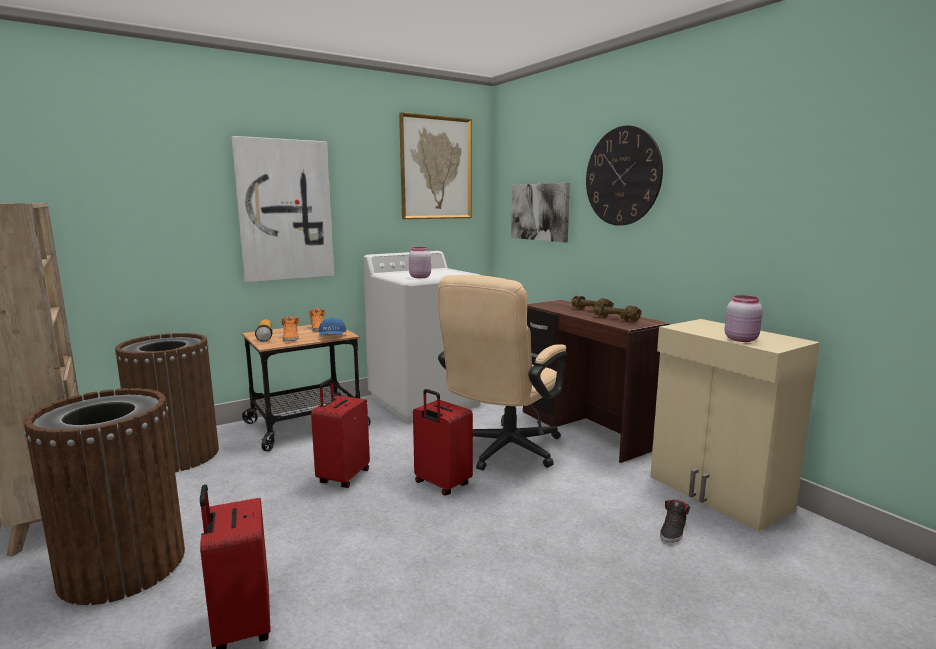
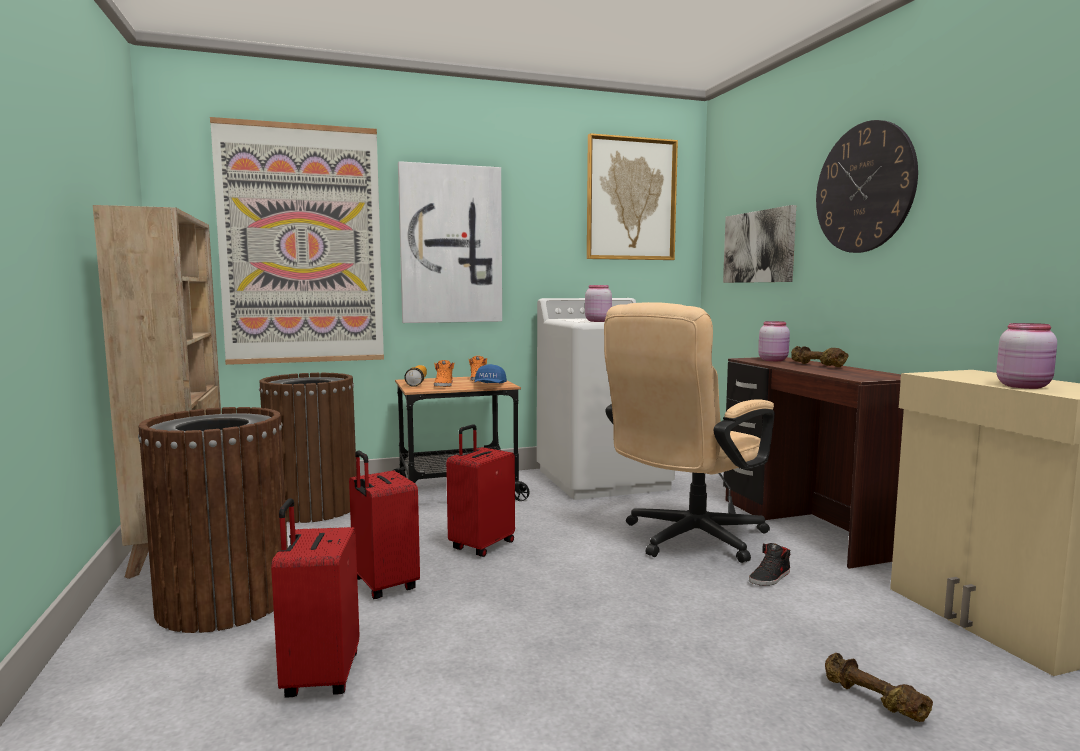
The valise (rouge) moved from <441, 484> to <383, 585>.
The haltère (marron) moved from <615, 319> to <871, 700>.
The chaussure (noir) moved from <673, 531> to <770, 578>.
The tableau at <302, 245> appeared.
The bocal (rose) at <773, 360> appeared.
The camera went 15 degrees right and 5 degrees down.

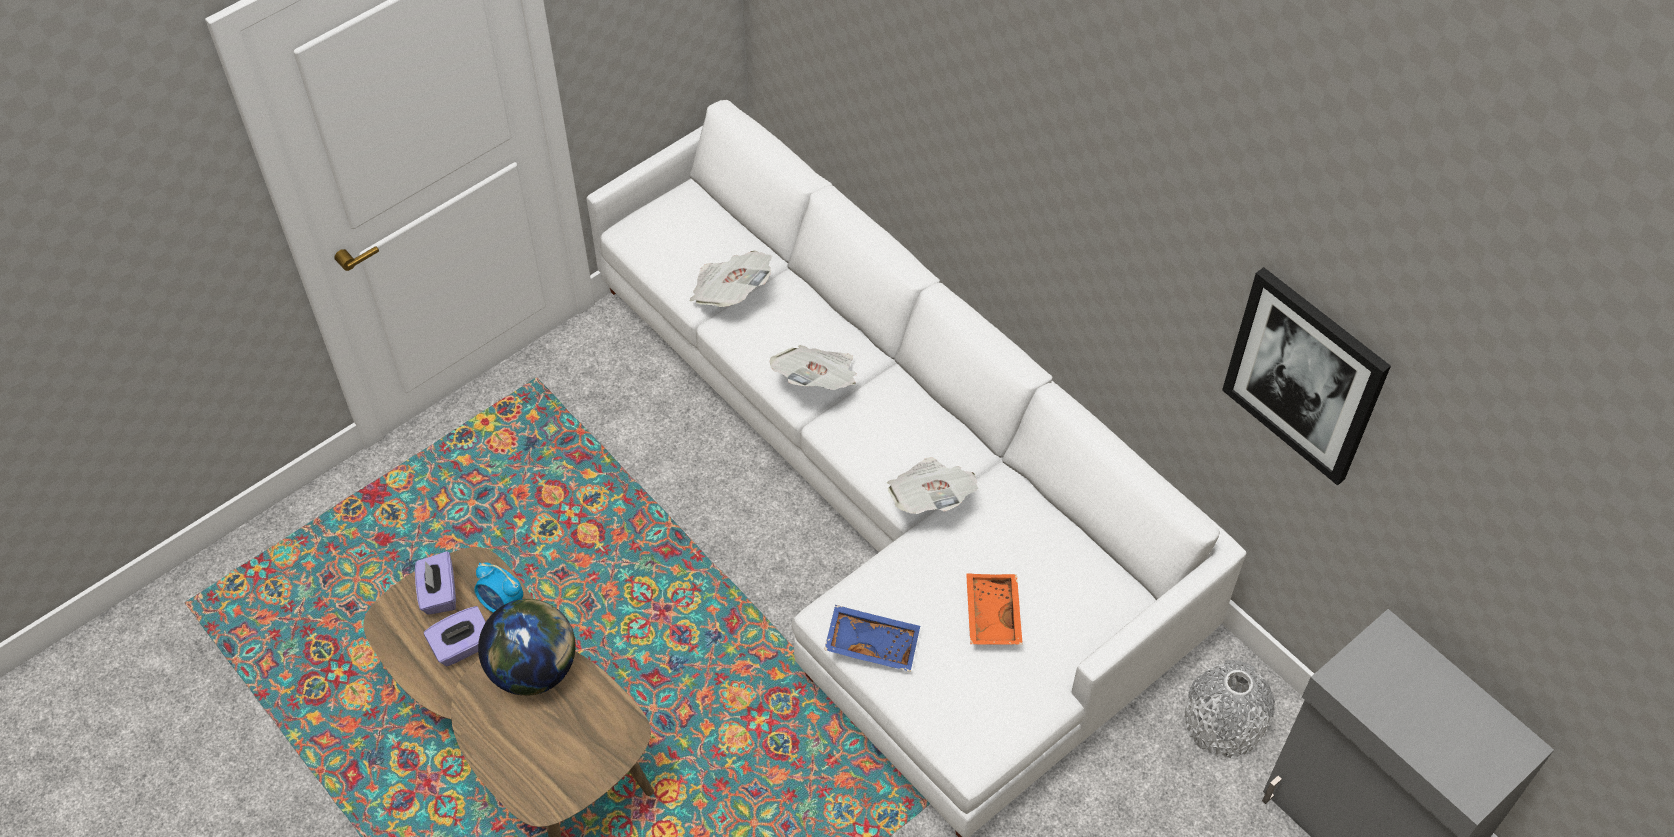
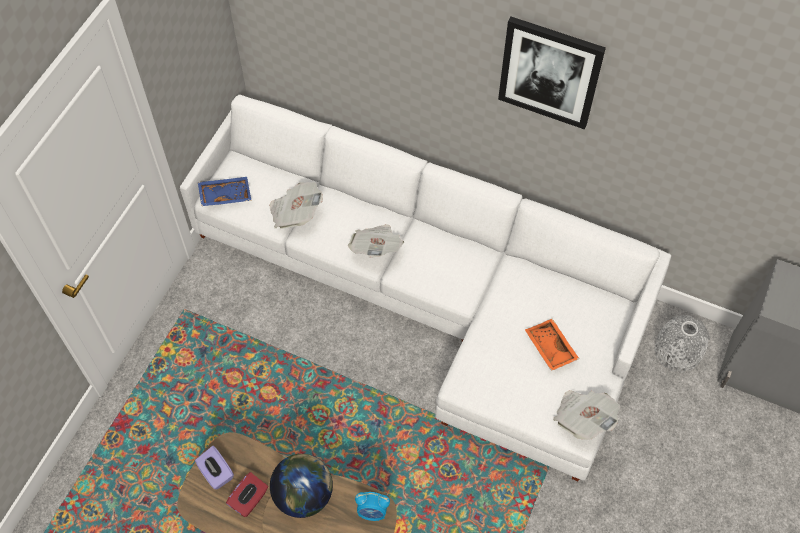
The boîte à mouchoirs (violet) at <462, 647> became the boîte à mouchoirs (rouge) at <249, 500>.
The réveil moved from <502, 603> to <372, 511>.
The plateau (bleu) moved from <872, 642> to <225, 194>.
The journal moved from <930, 498> to <583, 418>.
The tableau moved from <1305, 375> to <550, 72>.
The camera went 25 degrees left and 5 degrees up.

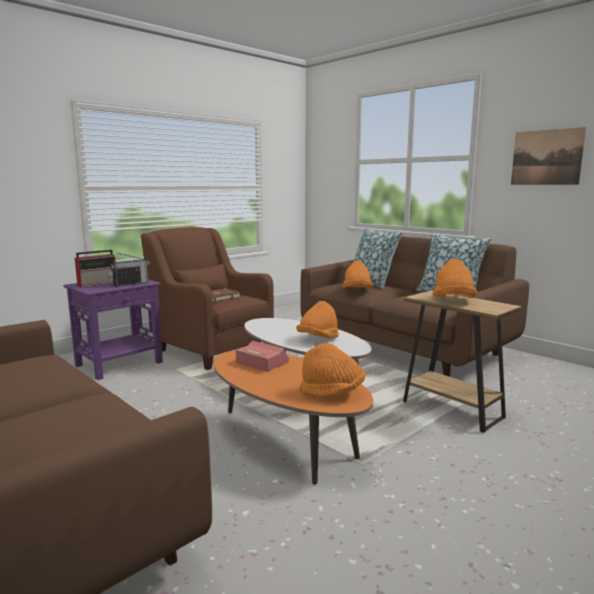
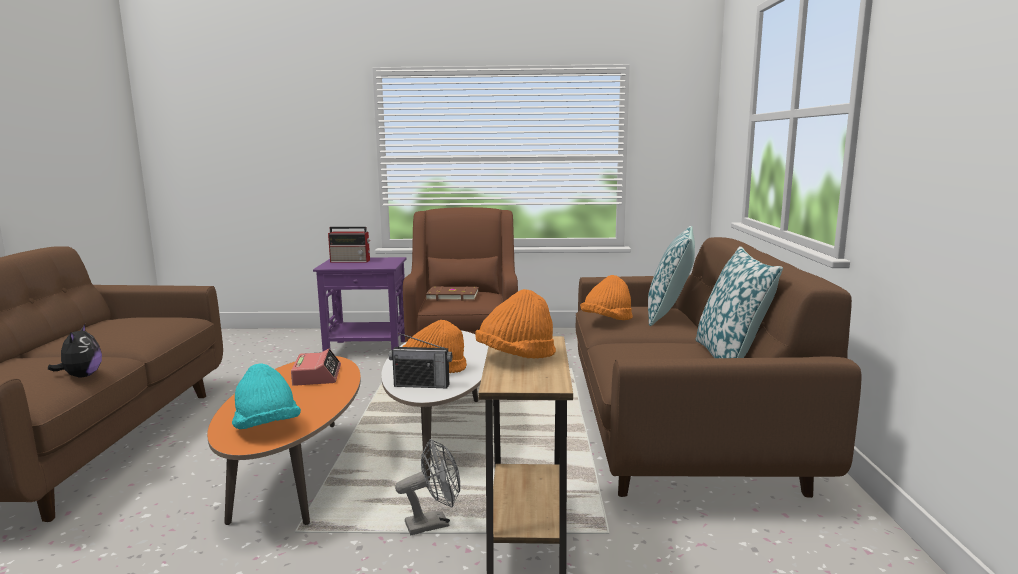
The radio moved from <131, 284> to <422, 385>.
The chapeau (orange) at <332, 393> became the chapeau (turquoise) at <267, 427>.
The tableau at <546, 157> disappeared.
The peluche at <81, 376> appeared.
The ventilateur (gris) at <434, 523> appeared.
The camera went 45 degrees right and 0 degrees up.

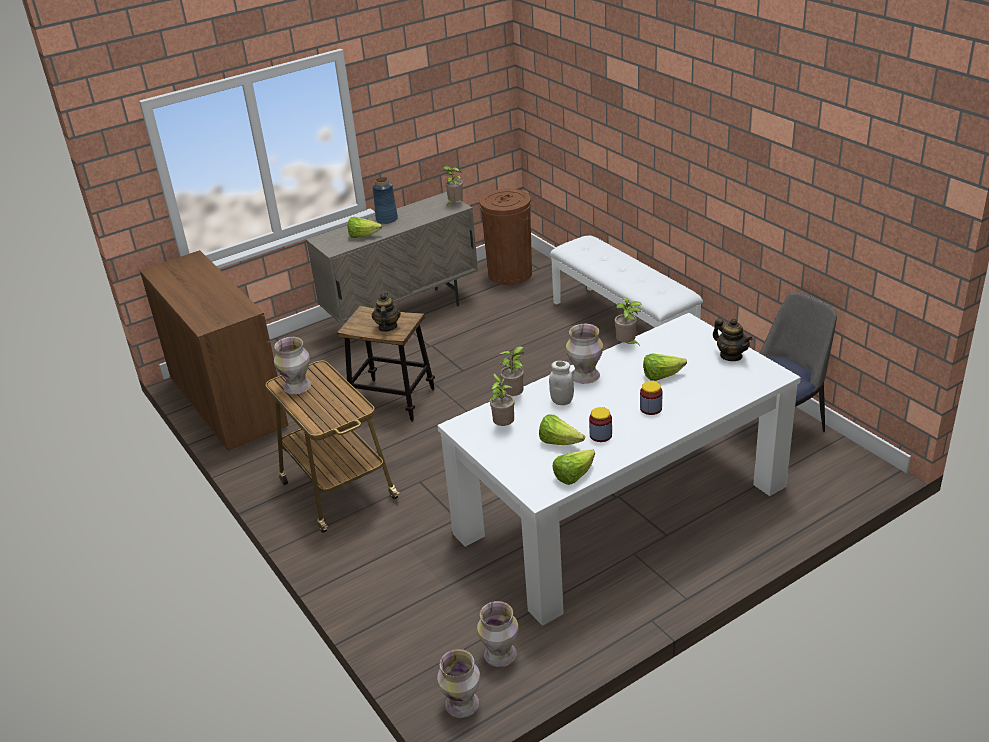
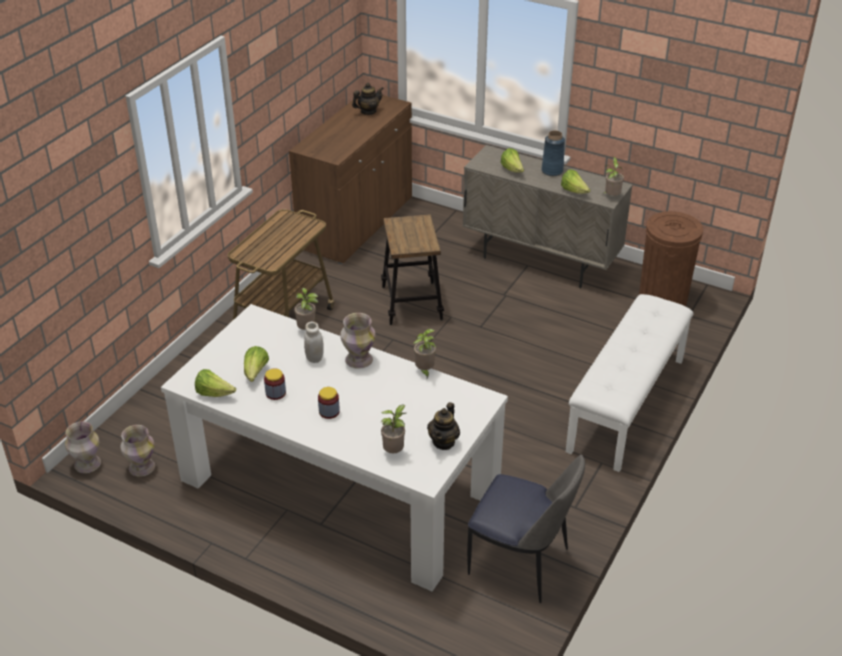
The vase at <297, 387> disappeared.
The théière moved from <387, 327> to <368, 111>.
The plante en pot moved from <503, 426> to <394, 451>.
The laitue moved from <661, 376> to <574, 191>.
The camera went 60 degrees right and 5 degrees up.

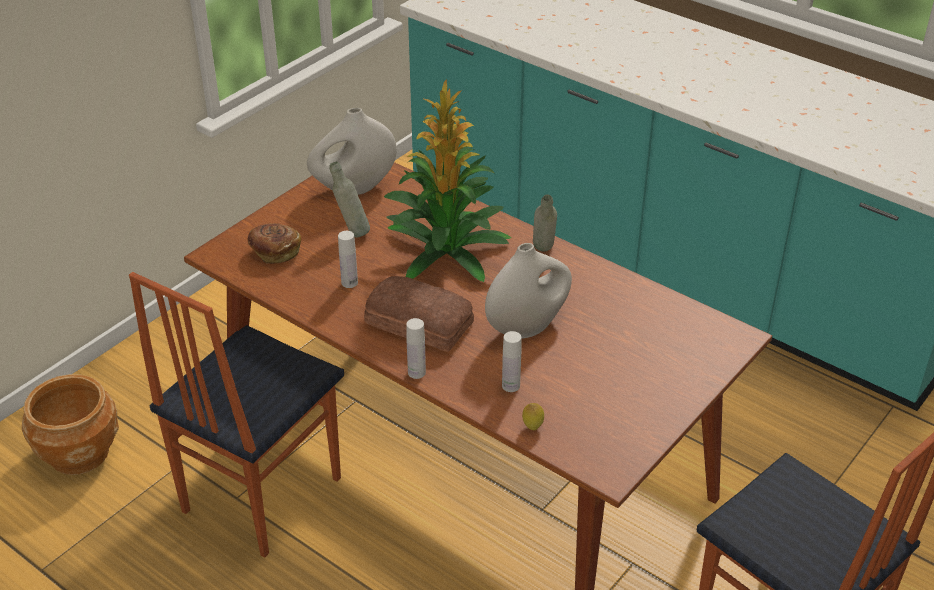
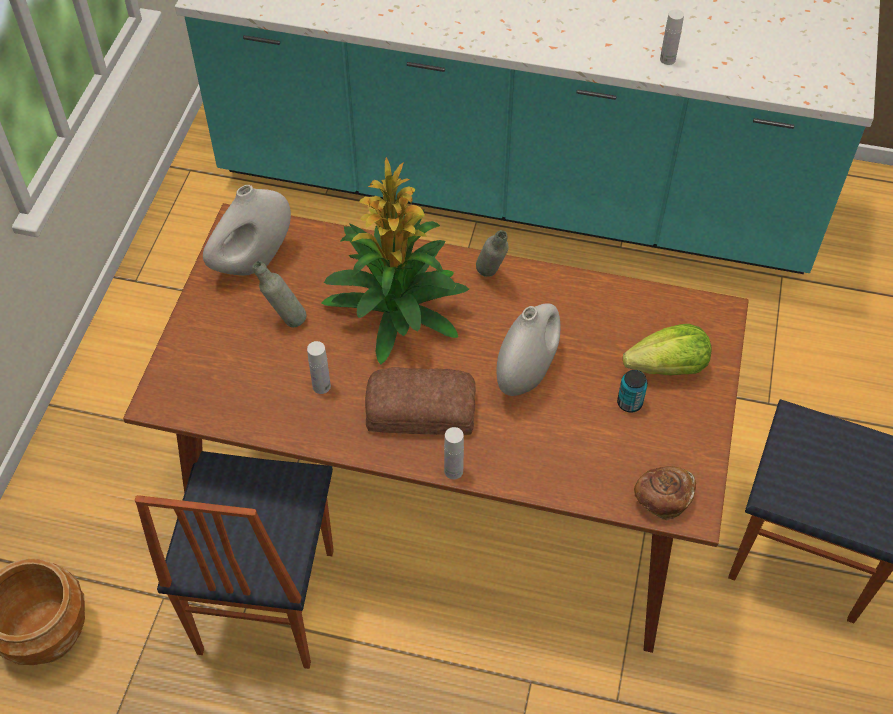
The pain moved from <275, 252> to <662, 499>.
The bouteille (blanc) moved from <511, 386> to <667, 59>.
The citron at <532, 426> disappeared.
The boîte métallique at <629, 403> appeared.
The laitue at <668, 368> appeared.
The camera went 25 degrees left and 15 degrees up.

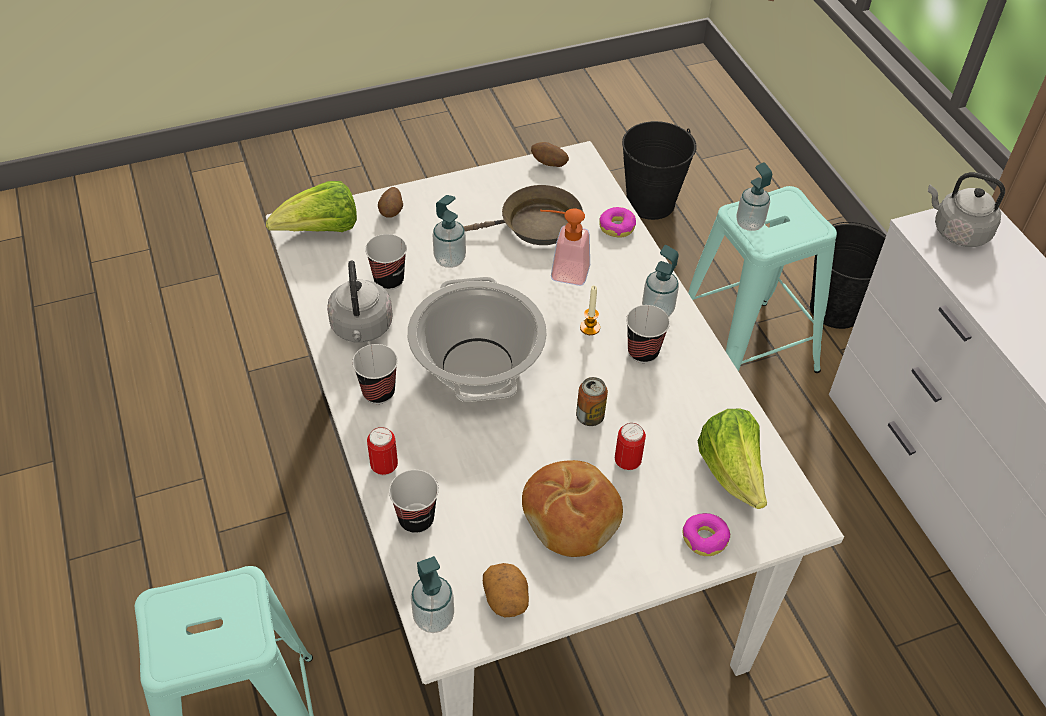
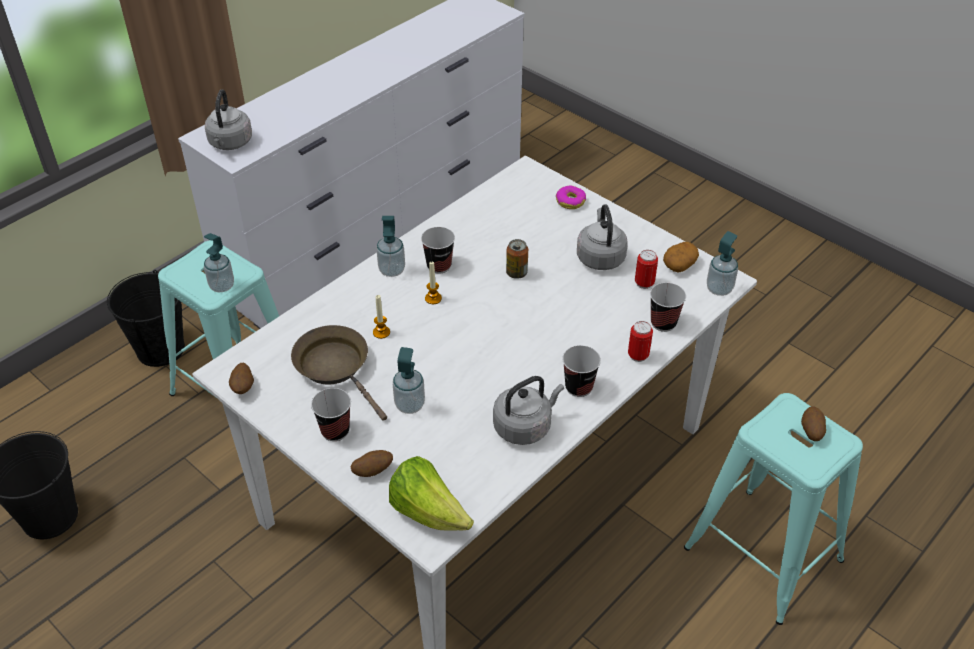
The tasse moved from <389, 280> to <335, 431>.
The marmite at <476, 365> disappeared.
The pain at <572, 515> was replaced by the bouilloire (gris) at <600, 257>.
The distributeur de savon at <562, 271> was replaced by the bougie at <381, 332>.
The beignet at <617, 227> disappeared.
The boîte métallique moved from <627, 462> to <644, 283>.
The laitue at <732, 472> disappeared.
The pomme de terre at <811, 431> appeared.
The camera went 115 degrees left and 5 degrees down.

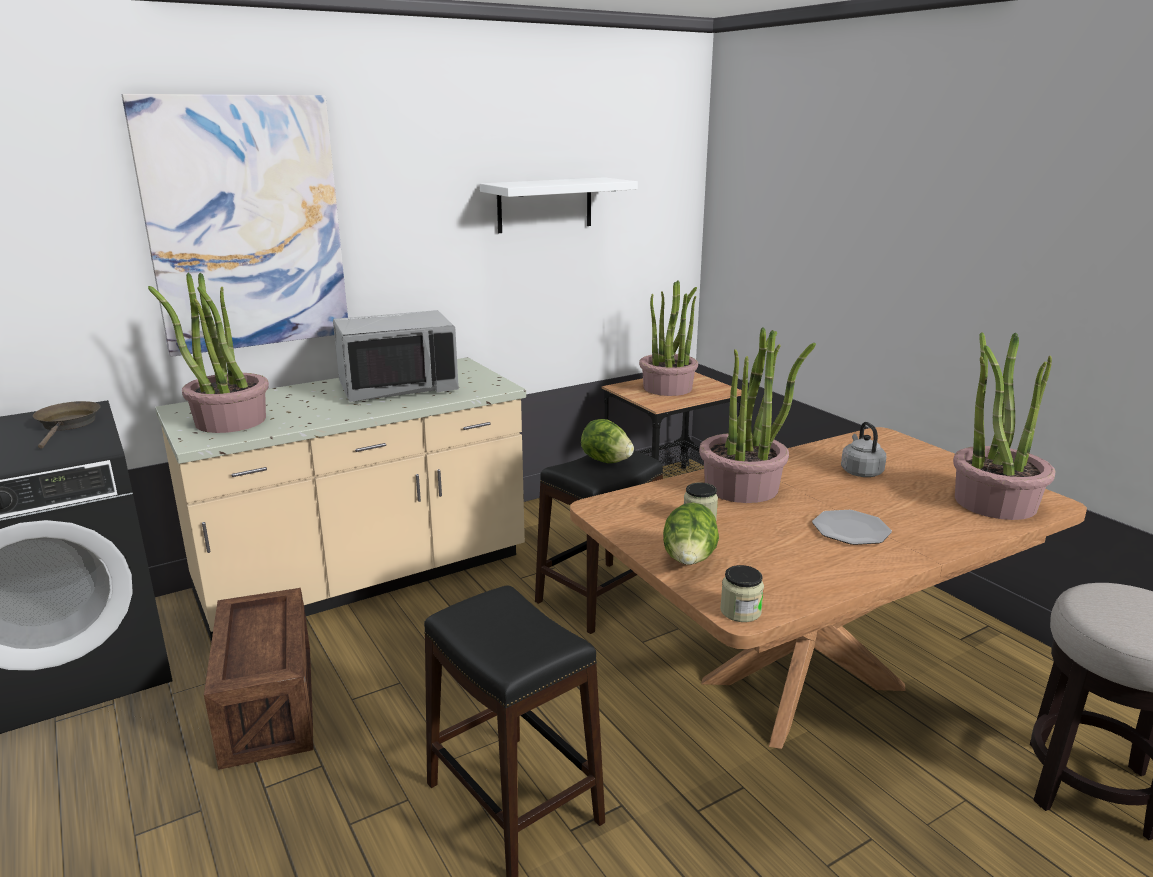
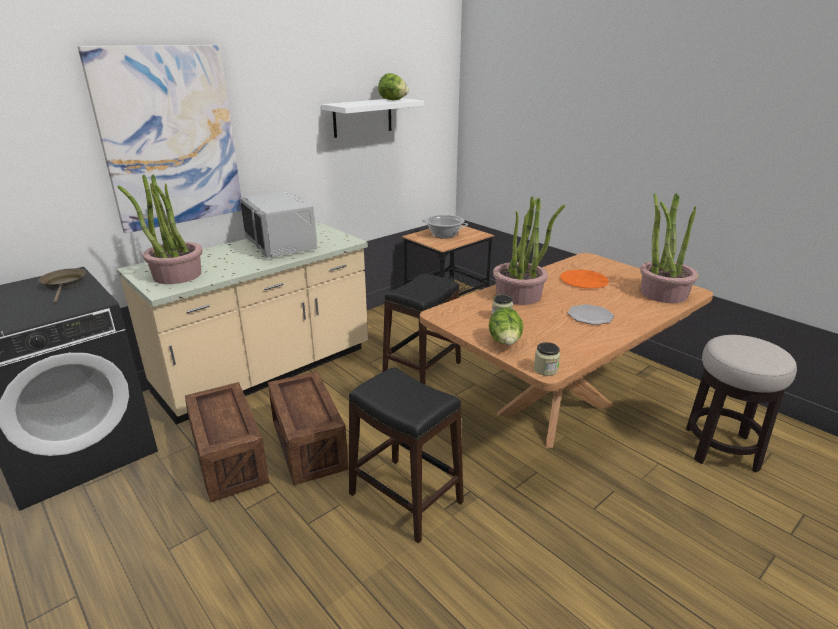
The micro-ondes (gris) at <398, 387> turned 90 degrees clockwise.
The laitue moved from <606, 461> to <393, 100>.
The plante en pot at <668, 388> was replaced by the marmite at <444, 235>.
The bouilloire (gris) at <860, 471> was replaced by the assiette (orange) at <583, 280>.
The caisse at <308, 445> appeared.
The camera went 10 degrees left and 5 degrees up.

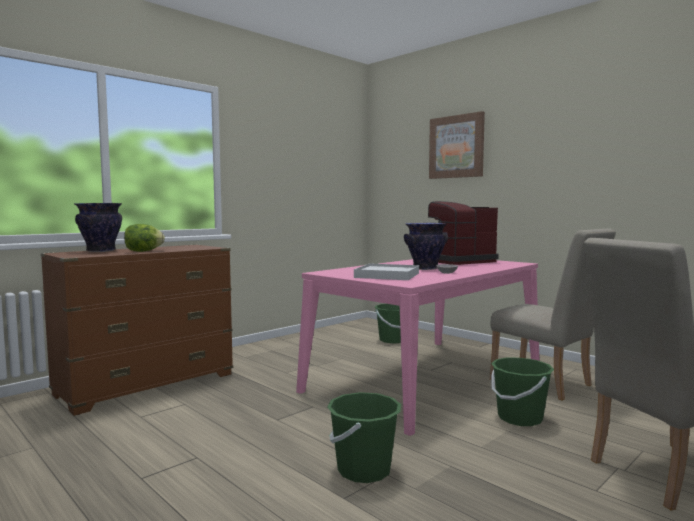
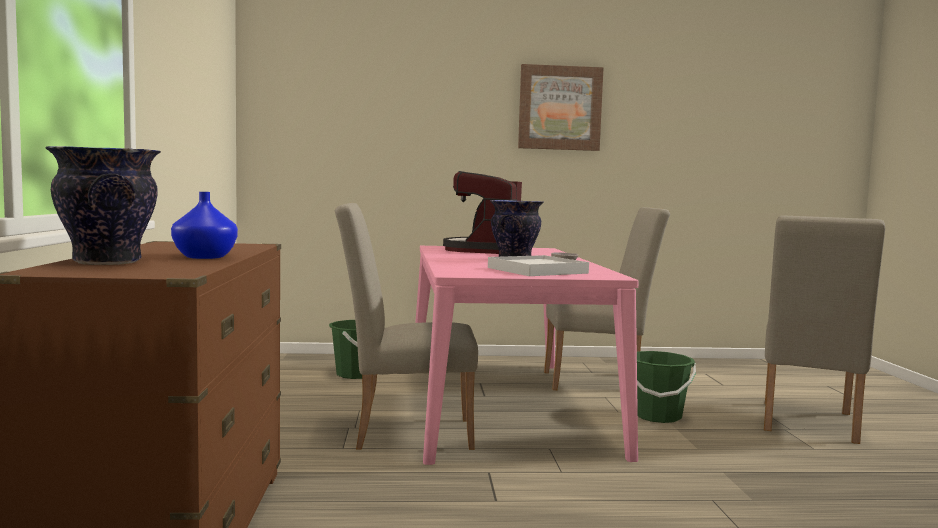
The laitue at <143, 251> was replaced by the vase (bleu) at <203, 257>.
The seau (vert) at <364, 470> disappeared.
The tableau moved from <456, 147> to <559, 108>.
The chaise (beige) at <403, 432> appeared.
The camera went 50 degrees left and 0 degrees up.

